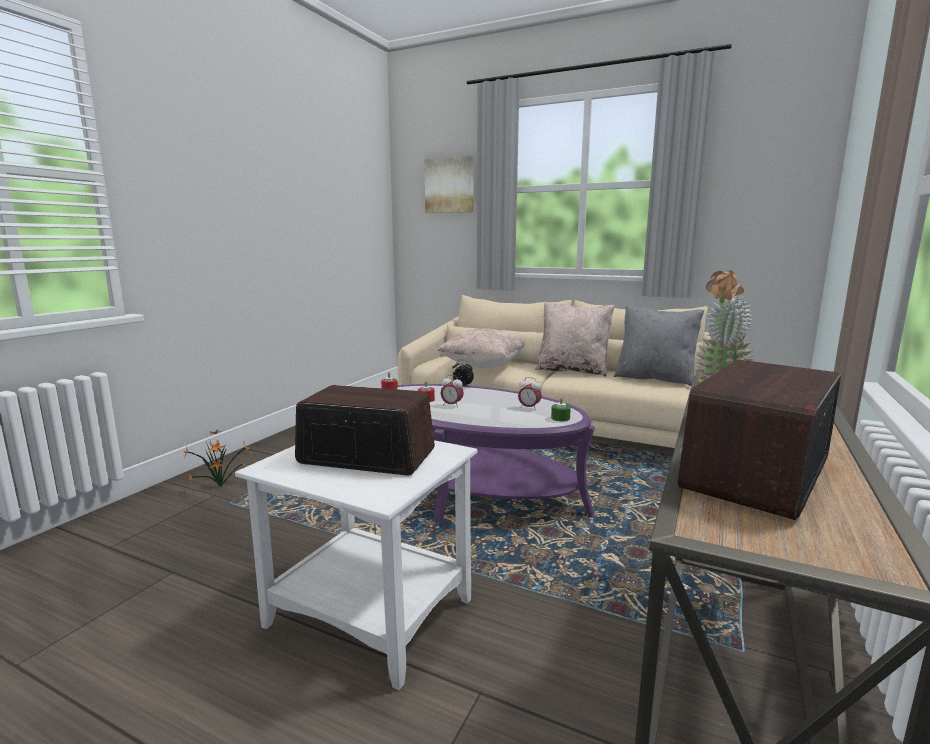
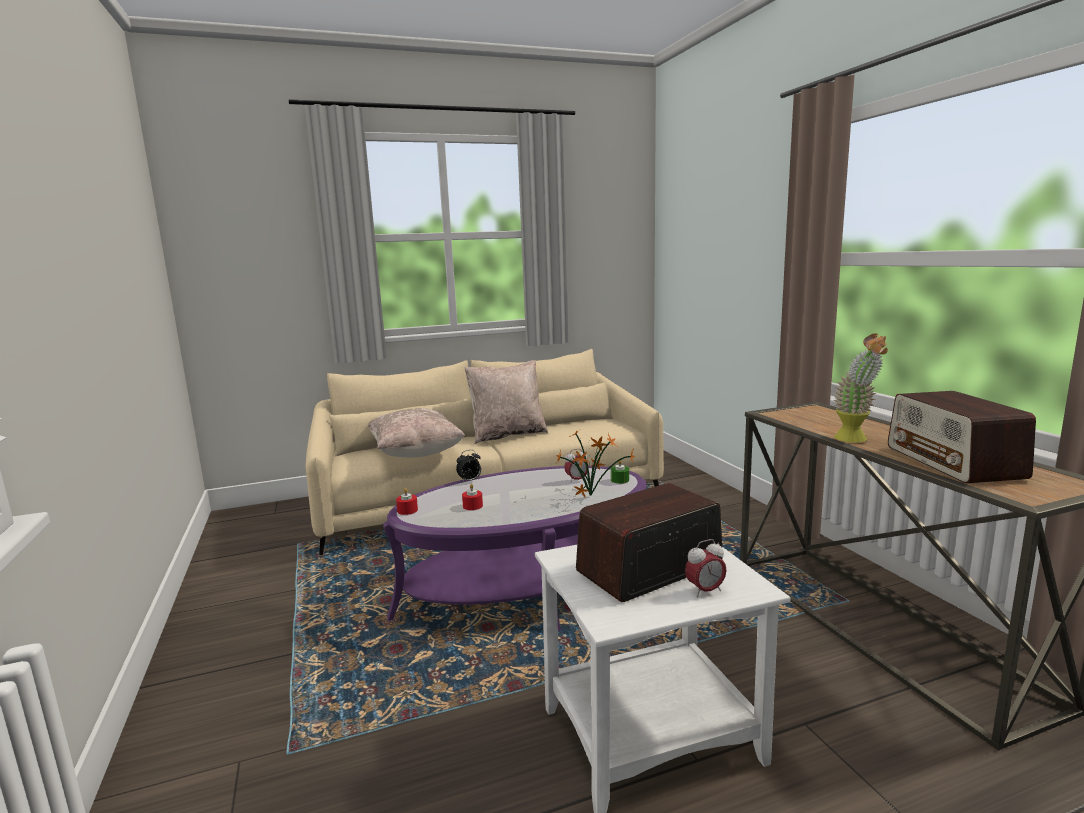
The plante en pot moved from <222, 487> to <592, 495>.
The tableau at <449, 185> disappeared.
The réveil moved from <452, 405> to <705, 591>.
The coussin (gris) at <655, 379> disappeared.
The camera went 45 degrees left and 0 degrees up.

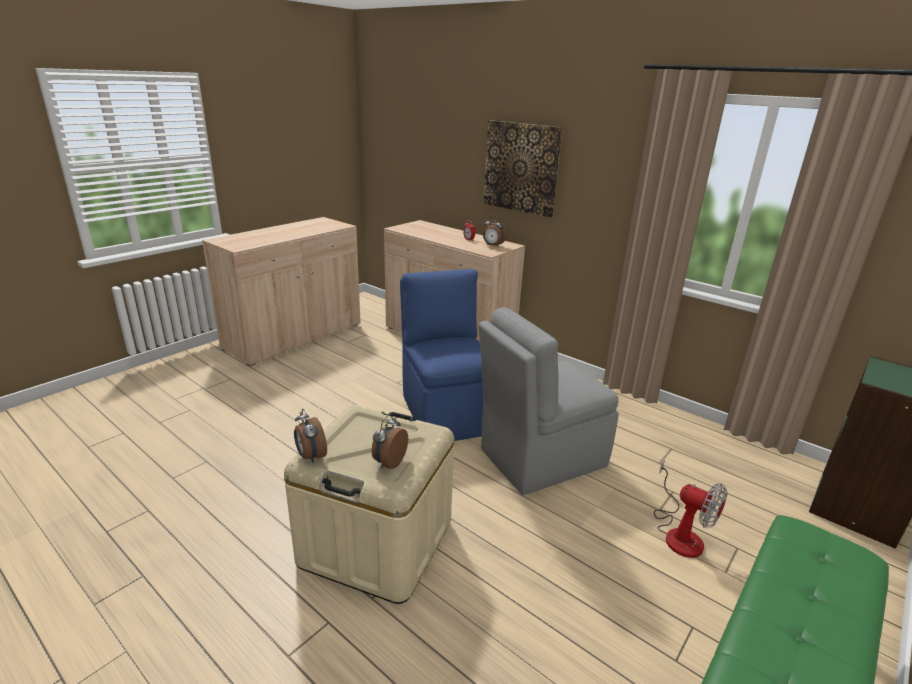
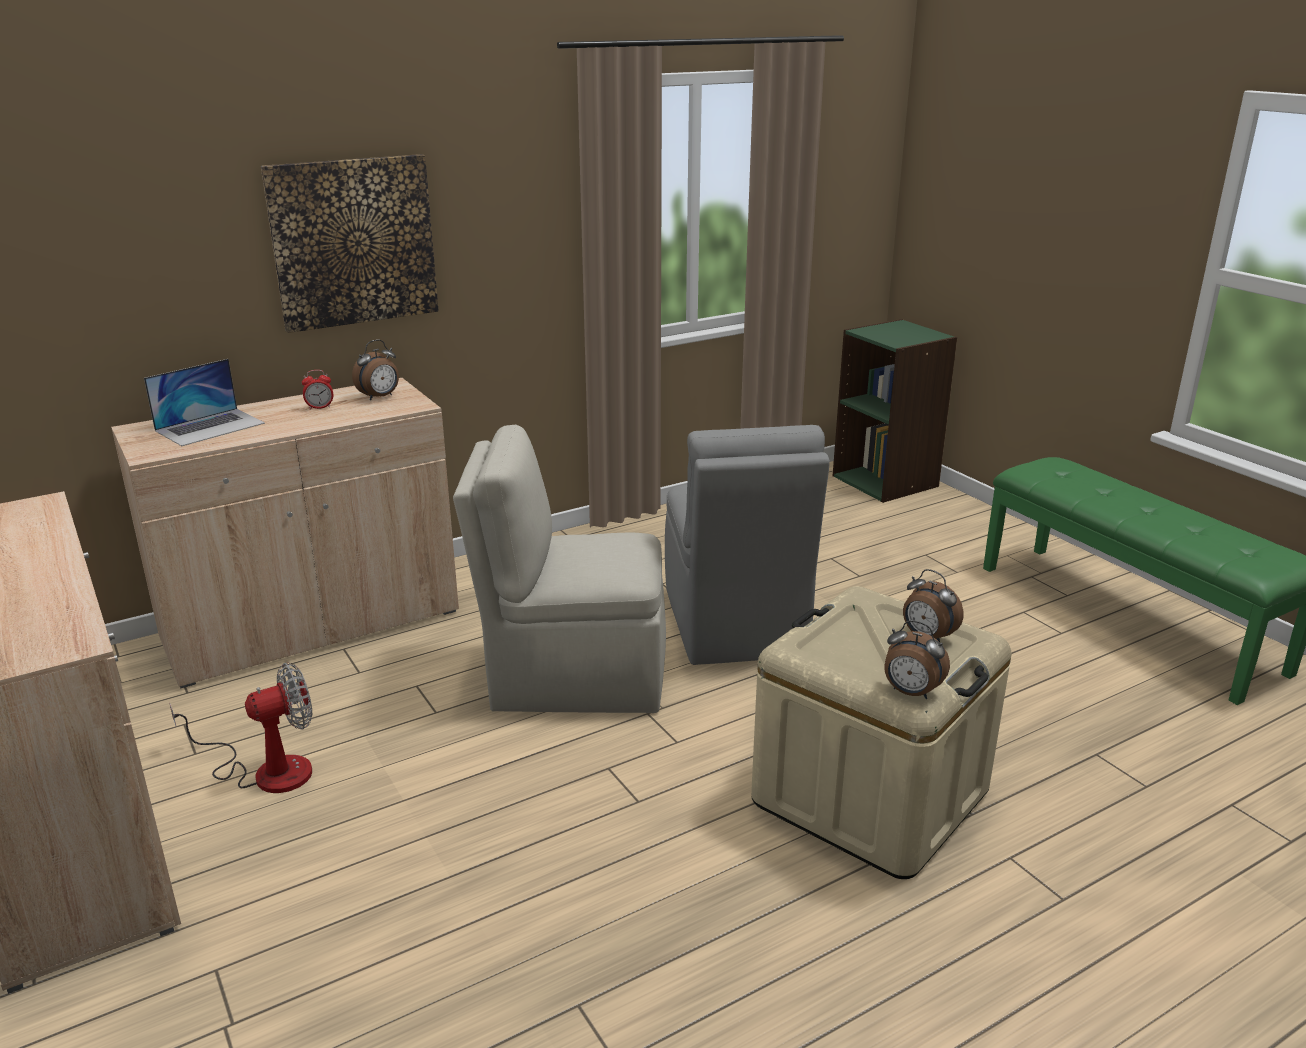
The réveil at <310, 456> turned 45 degrees clockwise.
The chaise (bleu) at <447, 412> became the chaise (beige) at <573, 676>.
The ventilateur moved from <679, 533> to <266, 770>.
The ordinateur portable at <210, 427> appeared.
The camera went 70 degrees left and 0 degrees up.

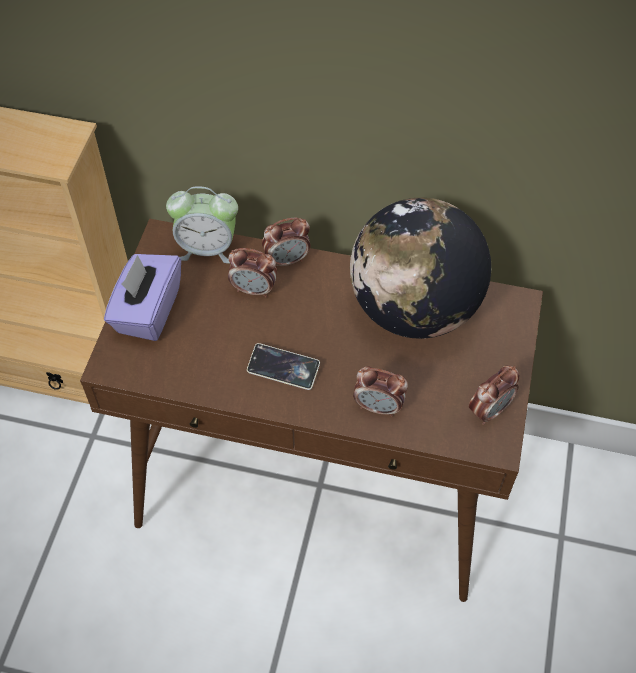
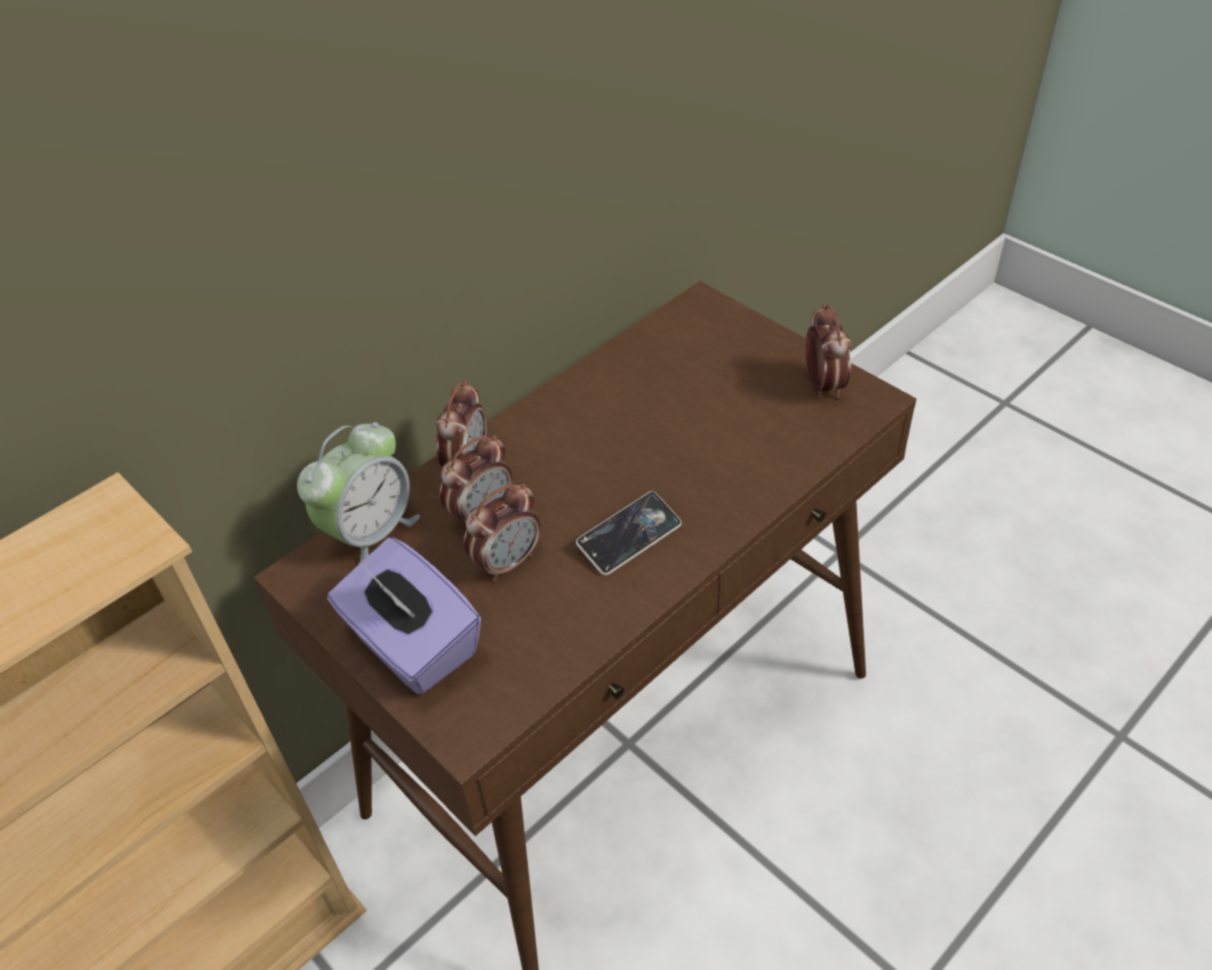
The globe at <413, 308> disappeared.
The réveil moved from <378, 406> to <507, 562>.
The camera went 55 degrees left and 10 degrees down.

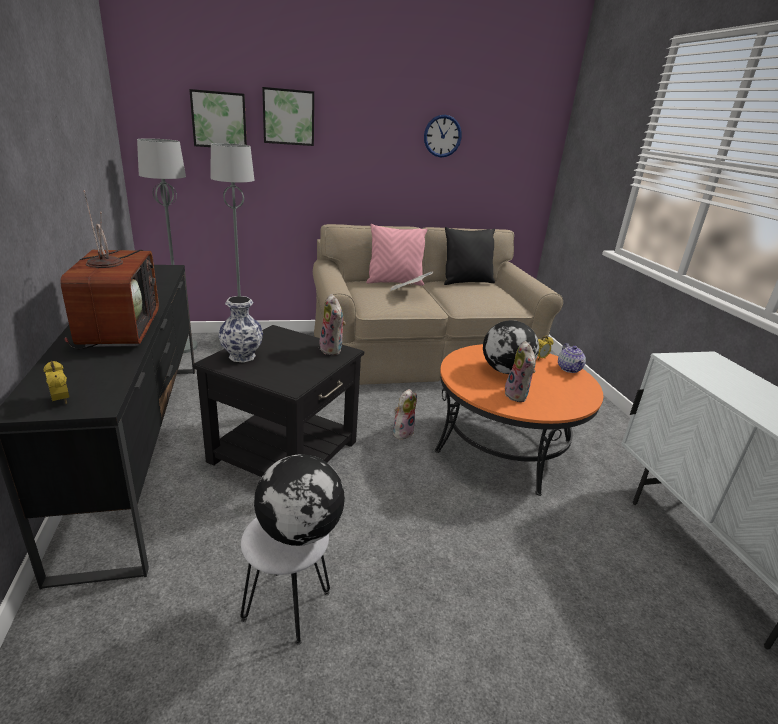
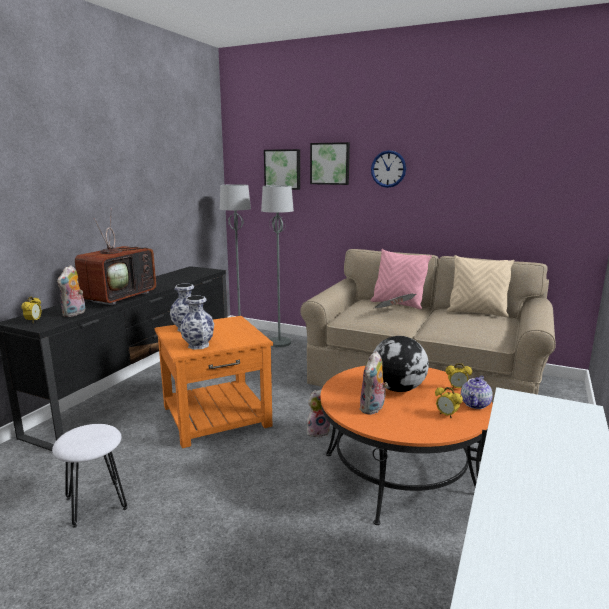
The table d'appoint (noir) at <285, 452> became the table d'appoint (orange) at <216, 416>.
The globe at <301, 531> disappeared.
The peluche moved from <333, 350> to <75, 314>.
The horloge murale moved from <442, 136> to <388, 169>.
The coussin (noir) at <466, 282> became the coussin (beige) at <477, 313>.
The vase at <198, 345> appeared.
The réveil at <446, 415> appeared.
The camera went 40 degrees right and 10 degrees down.

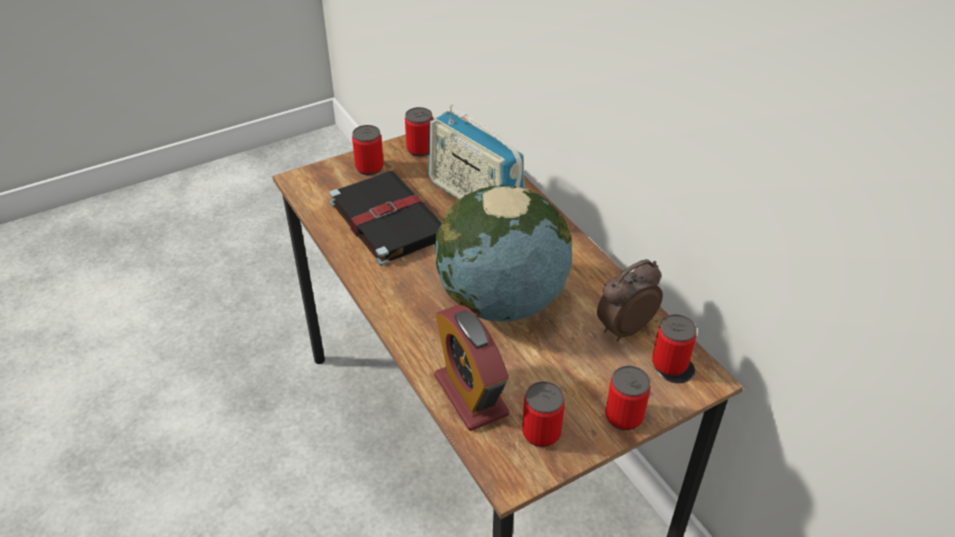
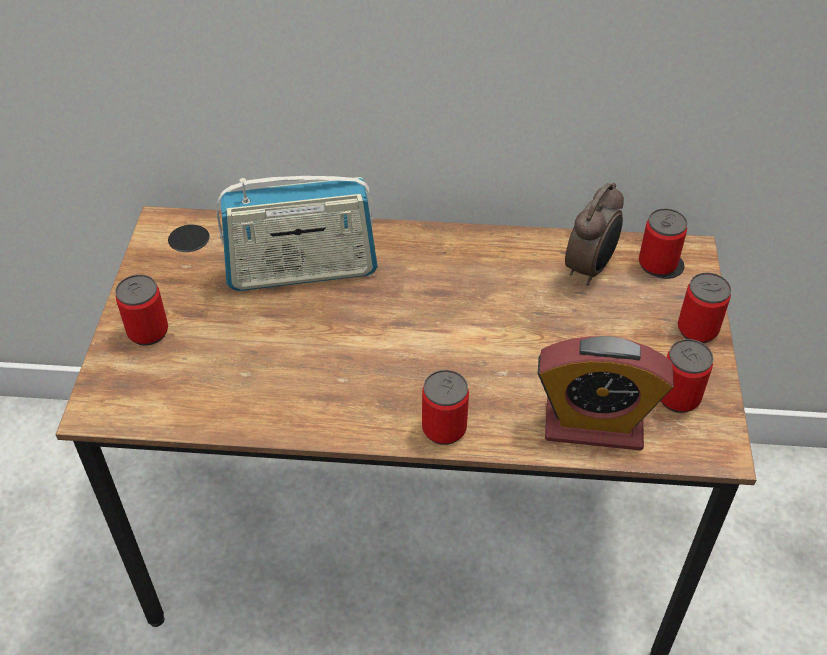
The livre (noir) at <386, 219> disappeared.
The boîte métallique moved from <420, 149> to <444, 428>.
The globe at <501, 301> disappeared.
The réveil at <623, 328> turned 150 degrees counterclockwise.
The camera went 55 degrees left and 5 degrees up.

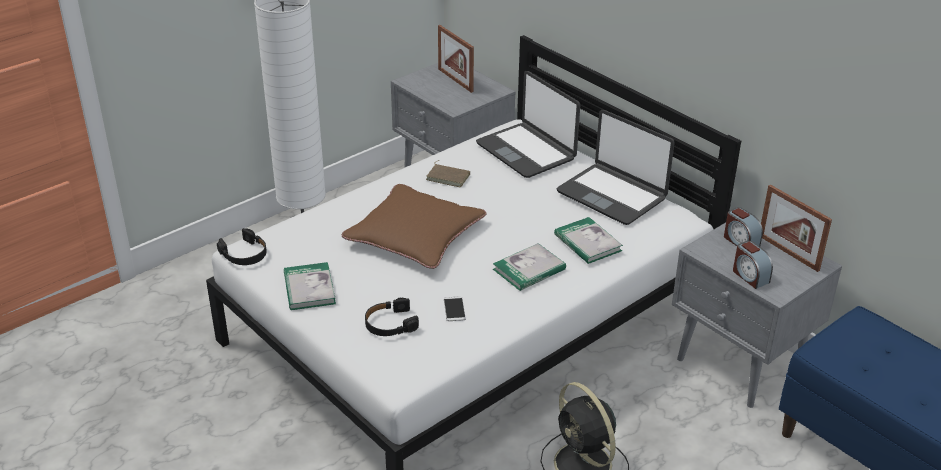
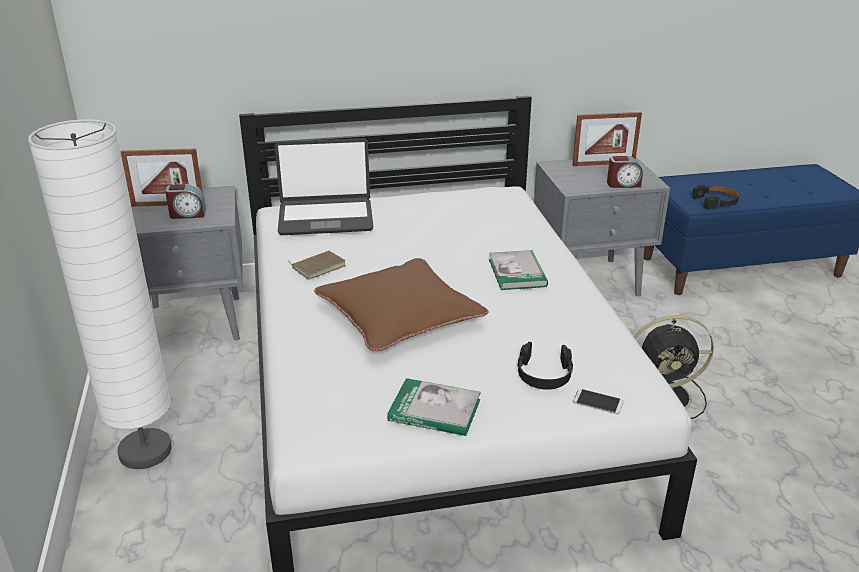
The casque audio (noir) moved from <244, 254> to <716, 202>.
The téléphone moved from <454, 309> to <598, 402>.
The livre at <587, 243> disappeared.
The ordinateur portable at <612, 195> disappeared.
The réveil moved from <740, 241> to <187, 214>.
The camera went 60 degrees left and 5 degrees down.

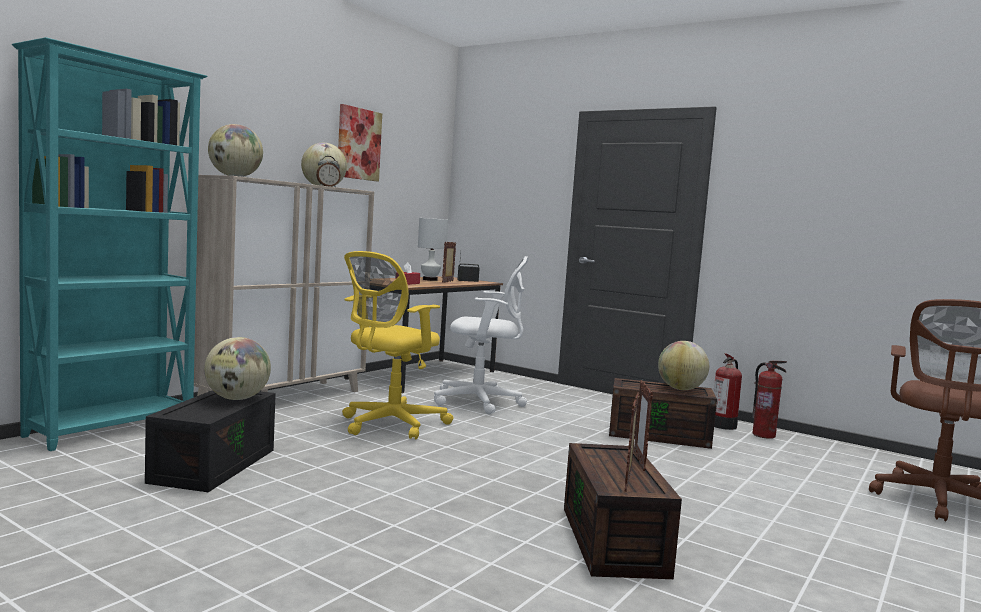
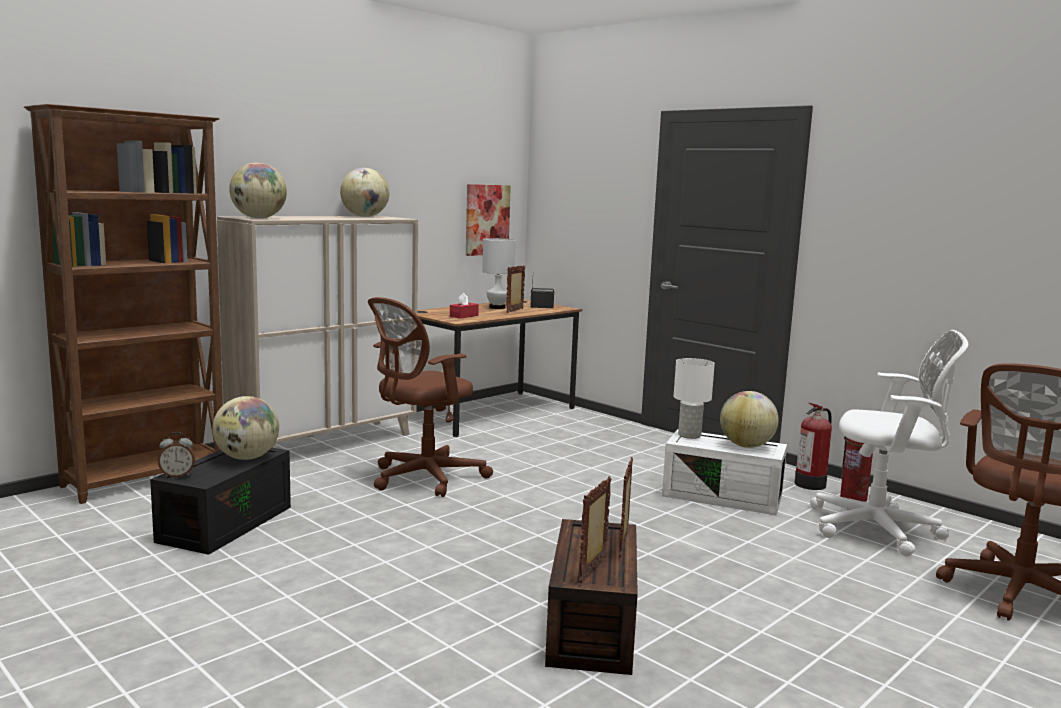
The bibliothèque (turquoise) at <113, 429> became the bibliothèque (marron) at <147, 479>.
The réveil moved from <327, 186> to <177, 475>.
The tableau moved from <358, 144> to <487, 219>.
The chaise de bureau (jaune) at <389, 425> became the chaise de bureau (marron) at <423, 478>.
The chaise de bureau (blanc) moved from <481, 402> to <880, 530>.
The boîte de rangement (marron) at <660, 435> became the boîte de rangement (blanc) at <724, 496>.
The lampe de table (blanc) at <690, 435> appeared.
The camera went 10 degrees right and 5 degrees up.

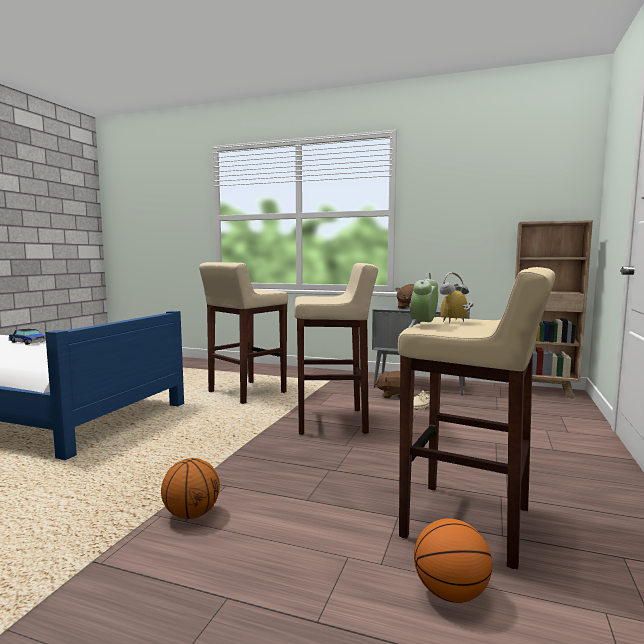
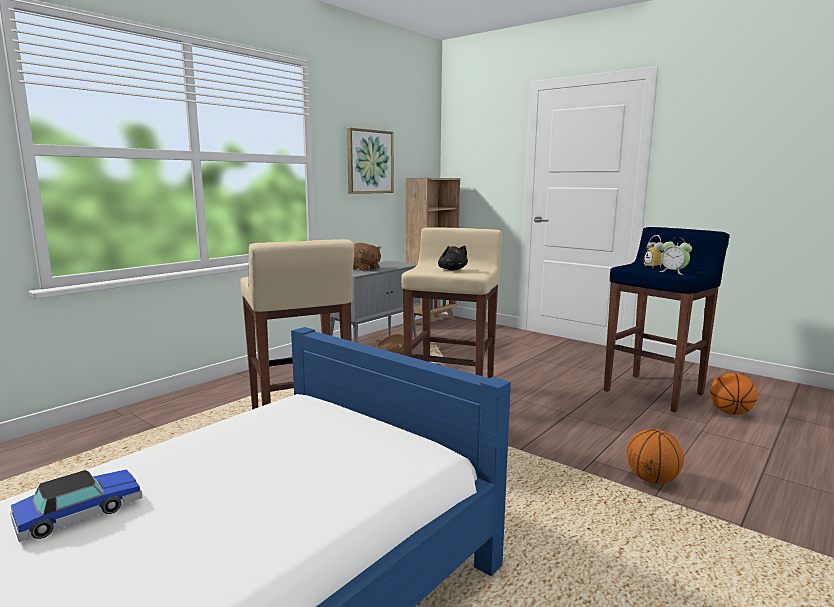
The tabouret (beige) at <469, 523> became the tabouret (bleu) at <654, 392>.
The tableau at <369, 162> appeared.
The peluche (noir) at <452, 270> appeared.
The camera went 70 degrees left and 5 degrees up.

